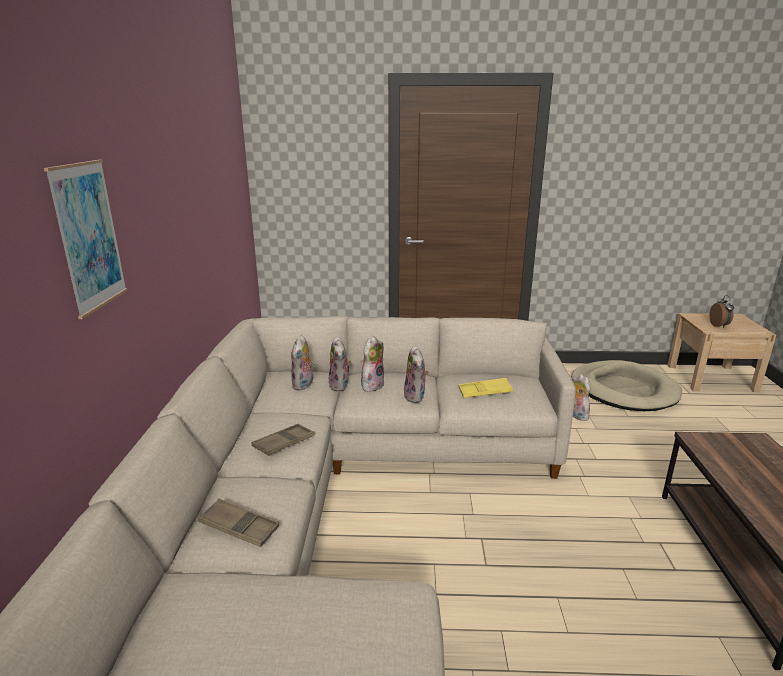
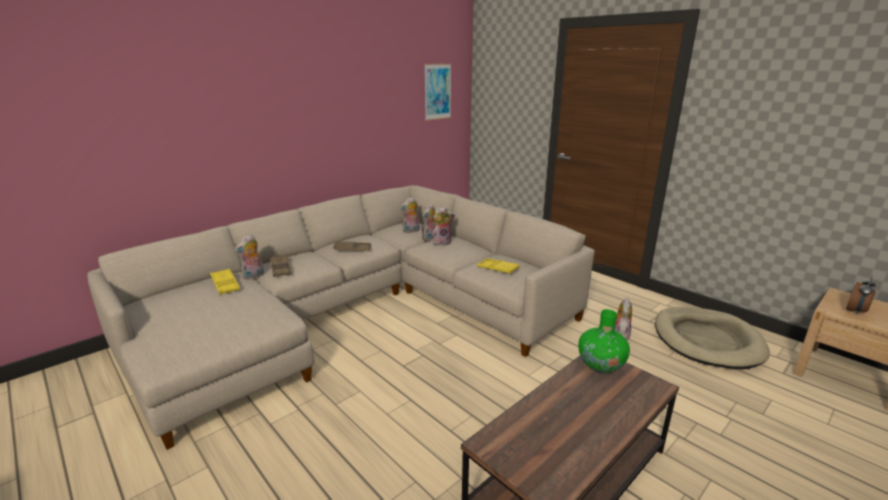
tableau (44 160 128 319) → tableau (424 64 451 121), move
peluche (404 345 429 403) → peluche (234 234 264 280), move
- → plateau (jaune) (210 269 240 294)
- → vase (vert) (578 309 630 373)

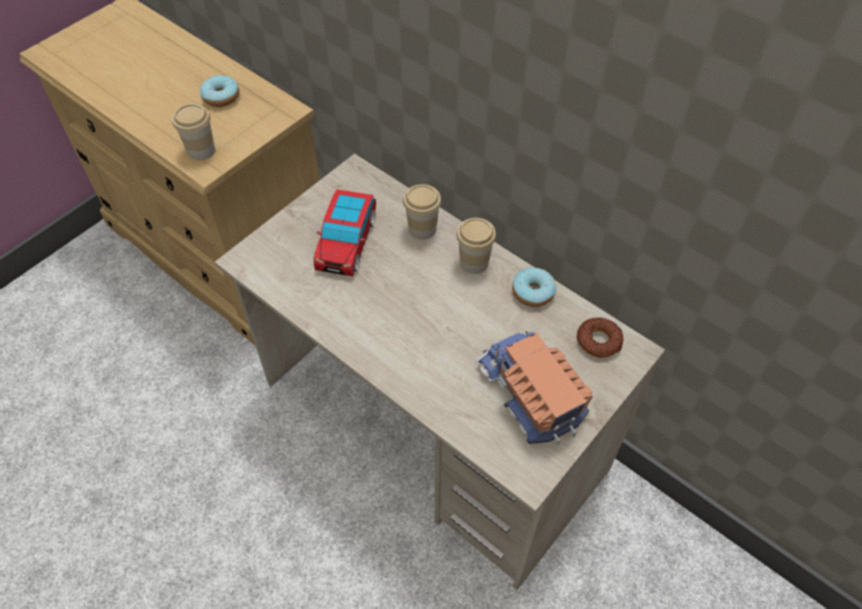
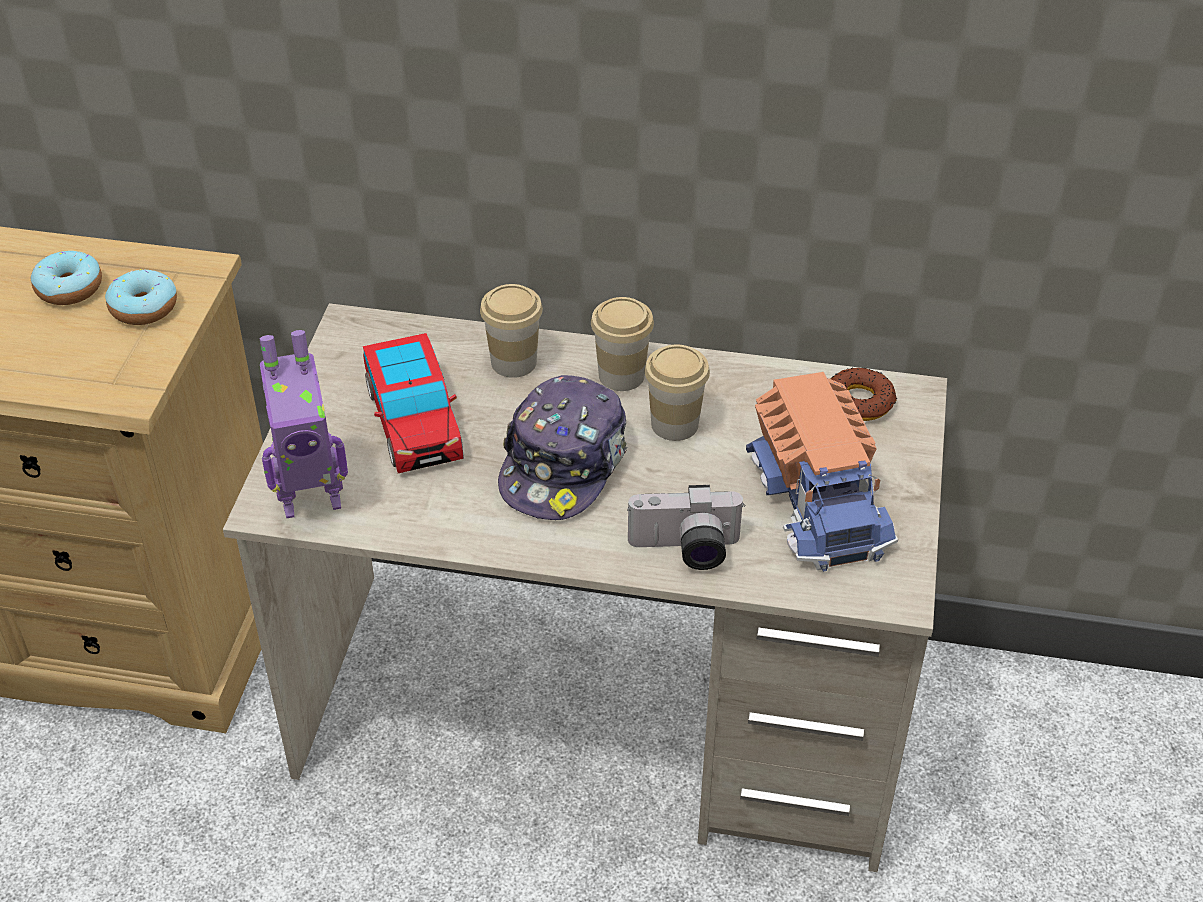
tasse (172 104 215 161) → tasse (645 344 710 441), move
beignet (512 268 556 307) → beignet (105 269 177 325), move
camion jouet (476 331 593 446) → camion jouet (746 372 898 572), 135 degrees counterclockwise
- → robot jouet (260 330 348 518)
- → casquette (498 375 627 520)
- → appareil photo (627 485 746 570)

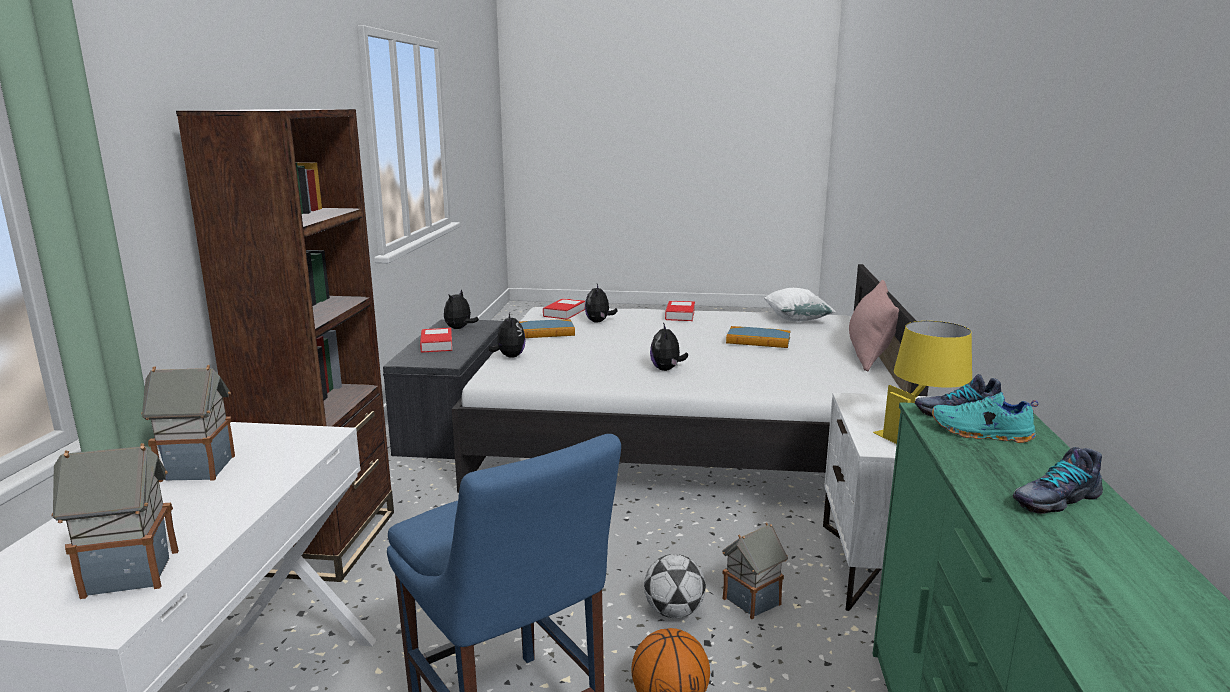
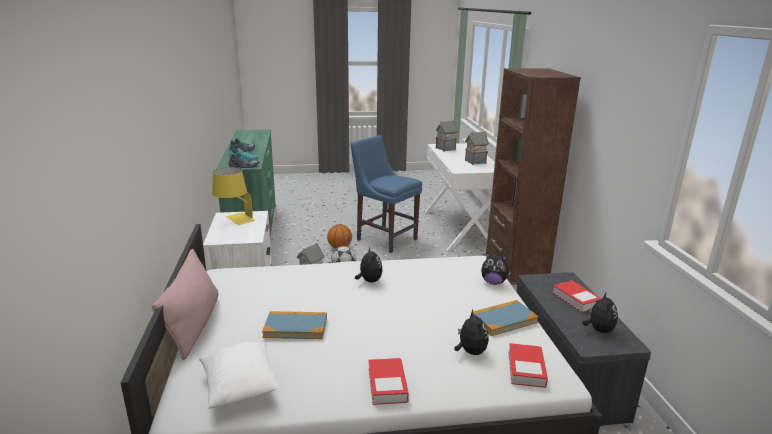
peluche (489 313 526 358) → peluche (481 252 511 285), 45 degrees counterclockwise

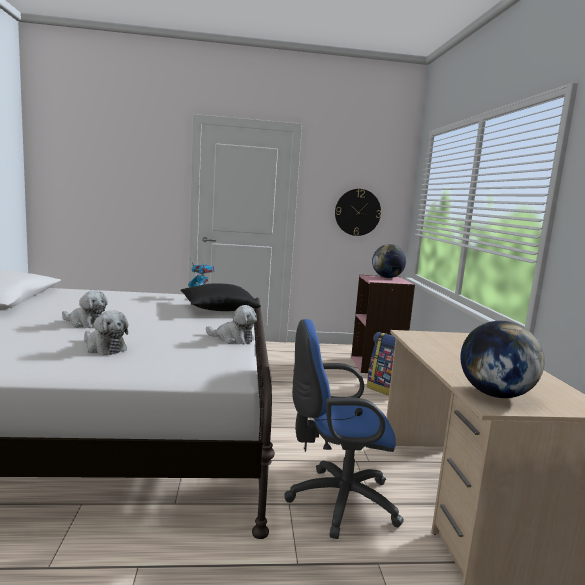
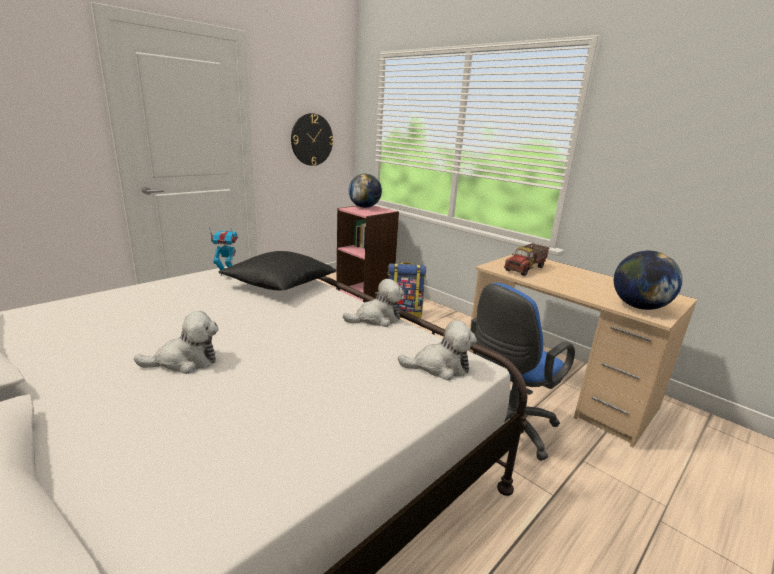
peluche (84 311 128 355) → peluche (398 320 477 380), move
- → camion jouet (504 243 550 276)

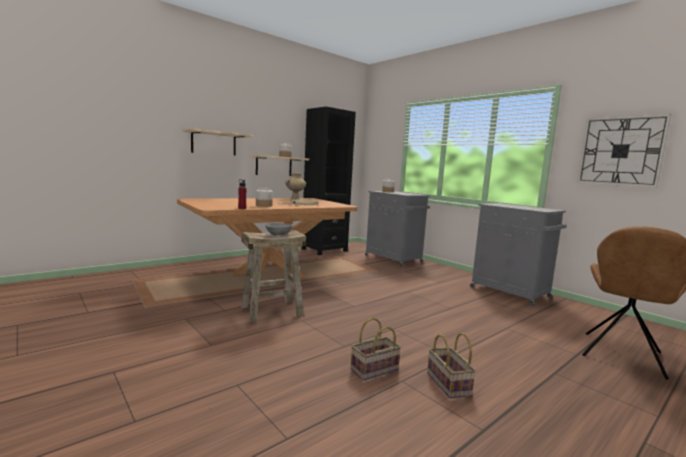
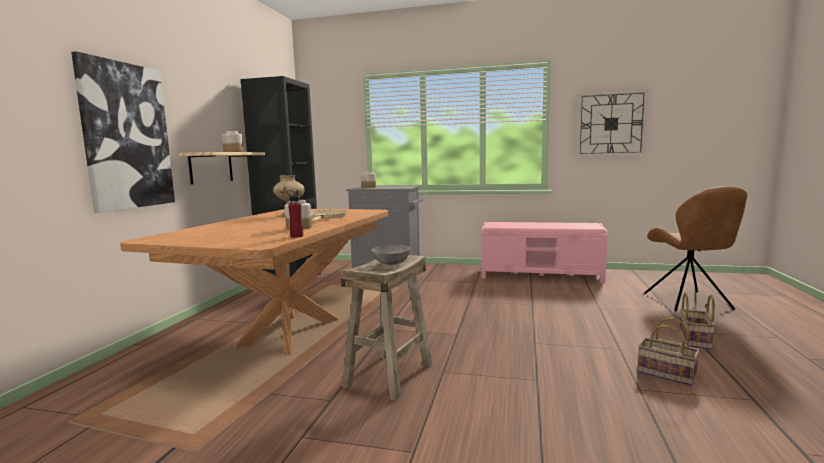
étagère (182 128 254 155) → tableau (71 51 175 213)
meuble de rangement (gris) (470 203 567 306) → banc (rose) (480 222 609 283)
panier (351 318 401 381) → panier (679 293 715 349), move

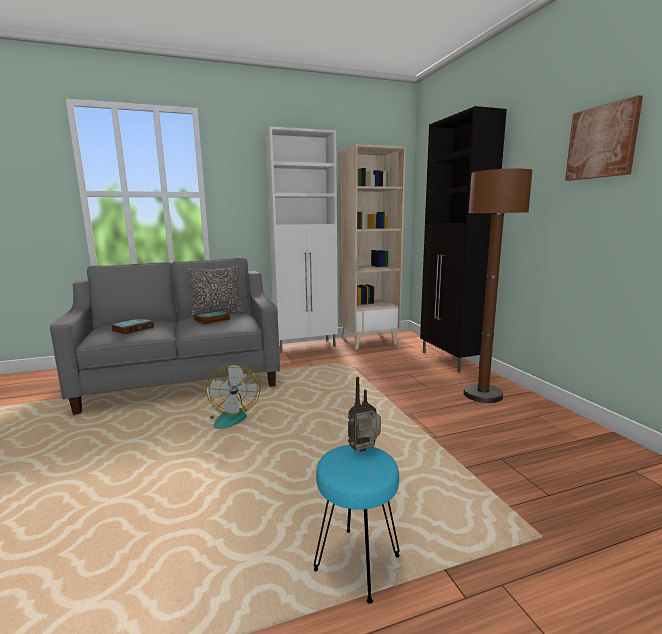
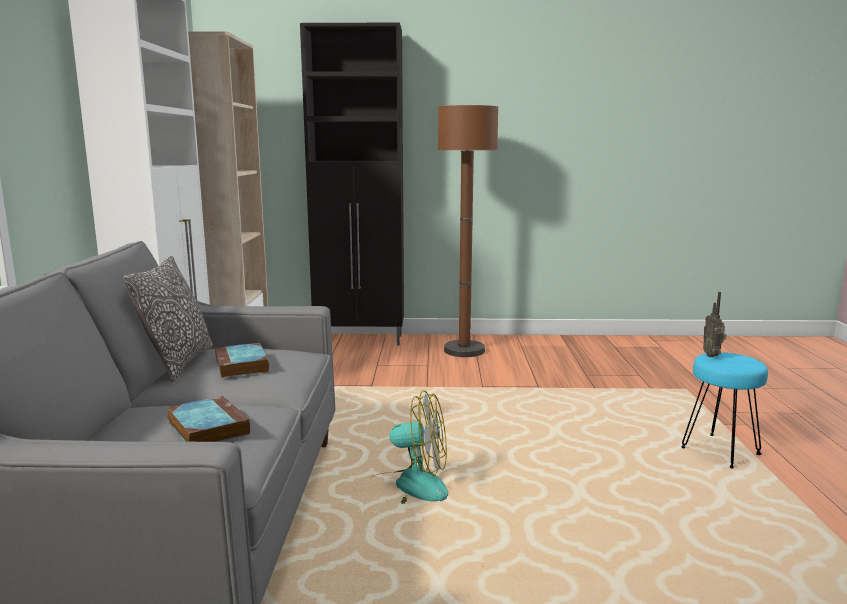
tableau (565 95 643 181) → -

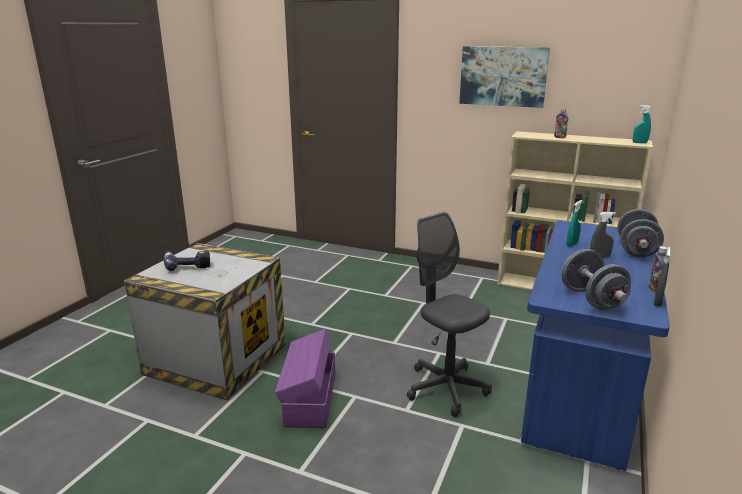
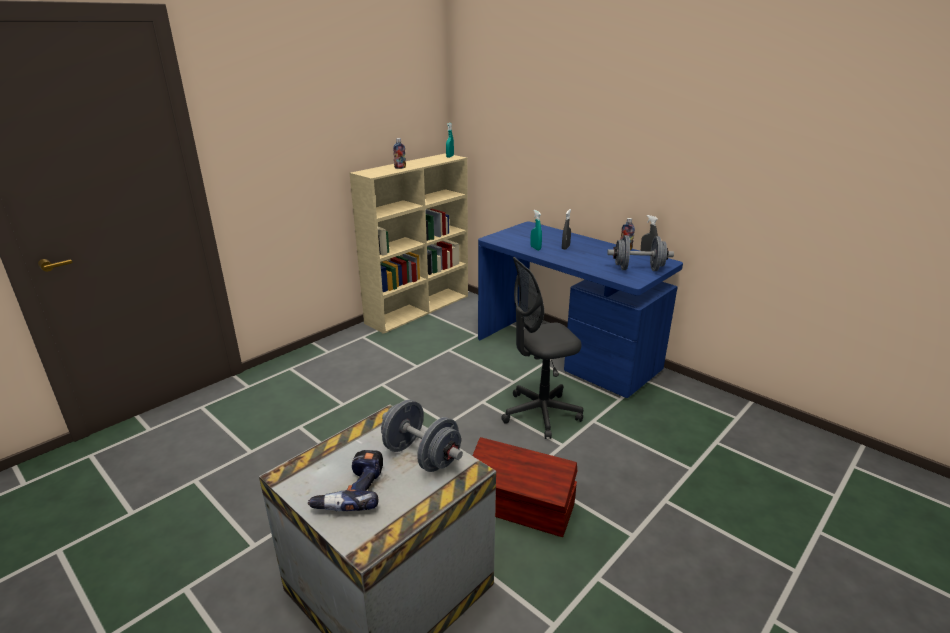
tableau (459 46 550 108) → -
haltère (gris) (617 209 664 257) → haltère (gris) (381 400 463 472), move
boîte de rangement (violet) (275 329 335 428) → boîte de rangement (marron) (472 437 578 537)

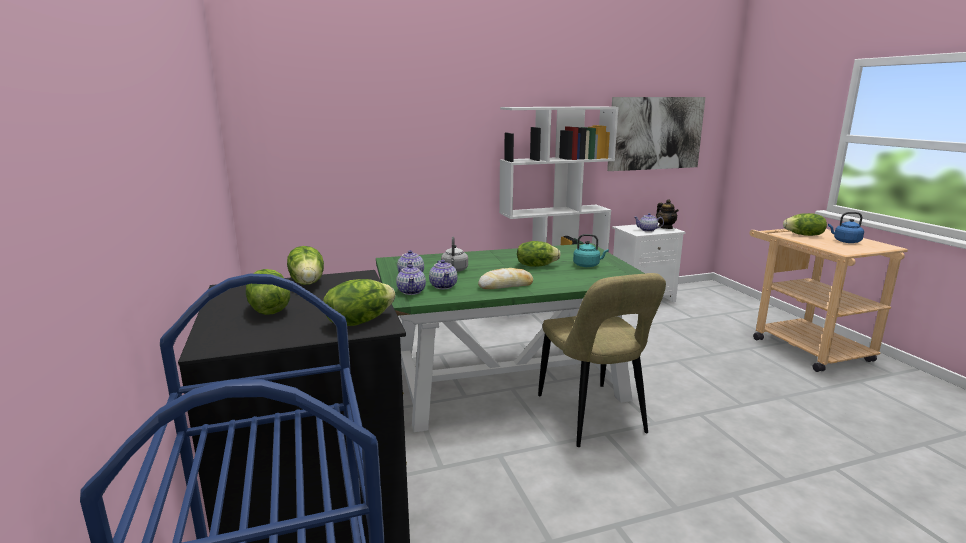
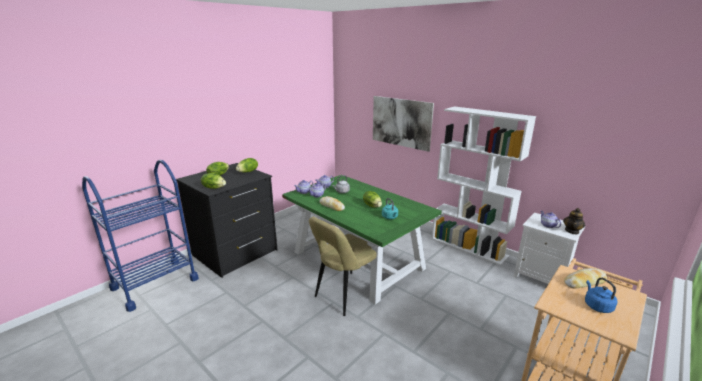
tableau (607 97 706 171) → tableau (373 96 434 152), move
laitue (783 213 827 236) → pain (564 268 607 289)

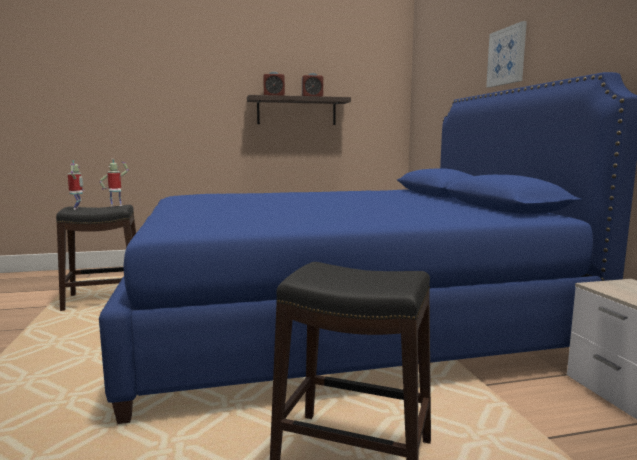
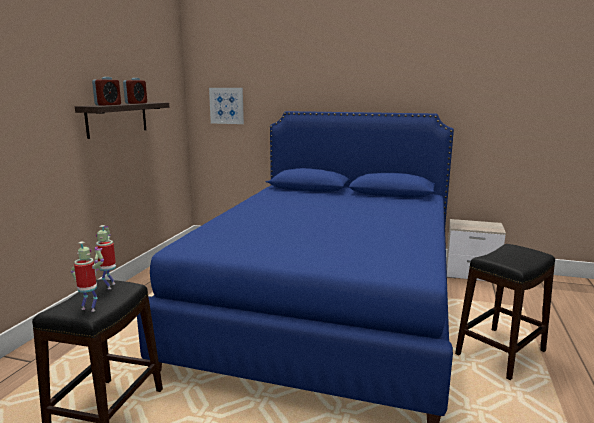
tableau (486 21 527 88) → tableau (209 88 244 124), move

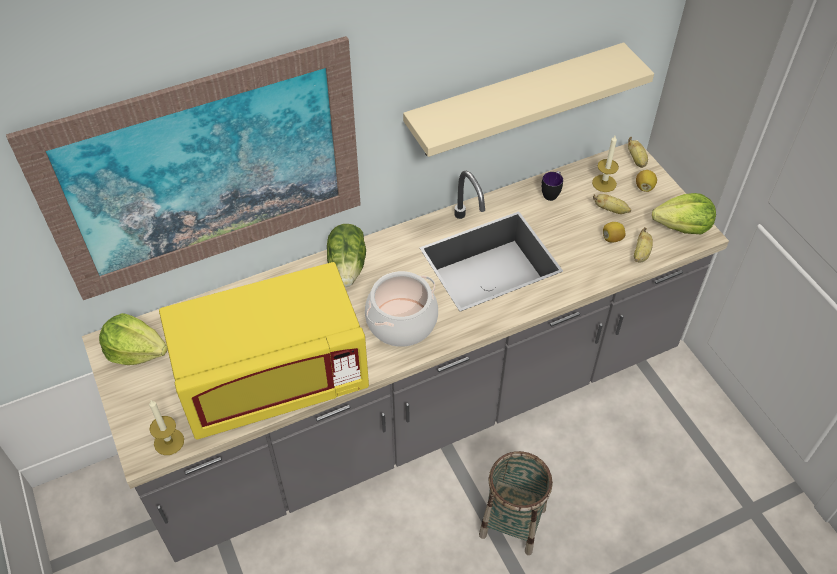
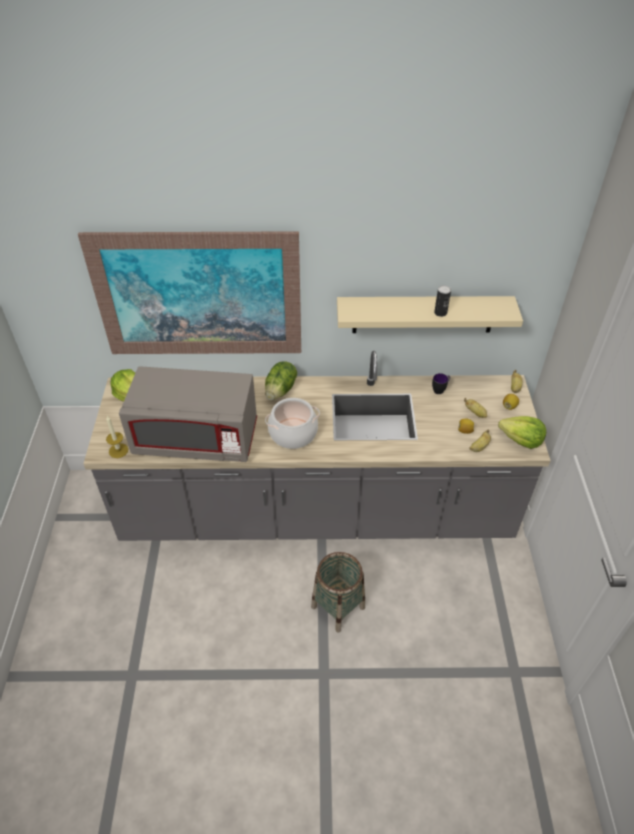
bougie (592 136 619 192) → -
micro-ondes (jaune) (159 262 369 440) → micro-ondes (gris) (119 366 257 462)
- → boîte métallique (434 285 451 317)

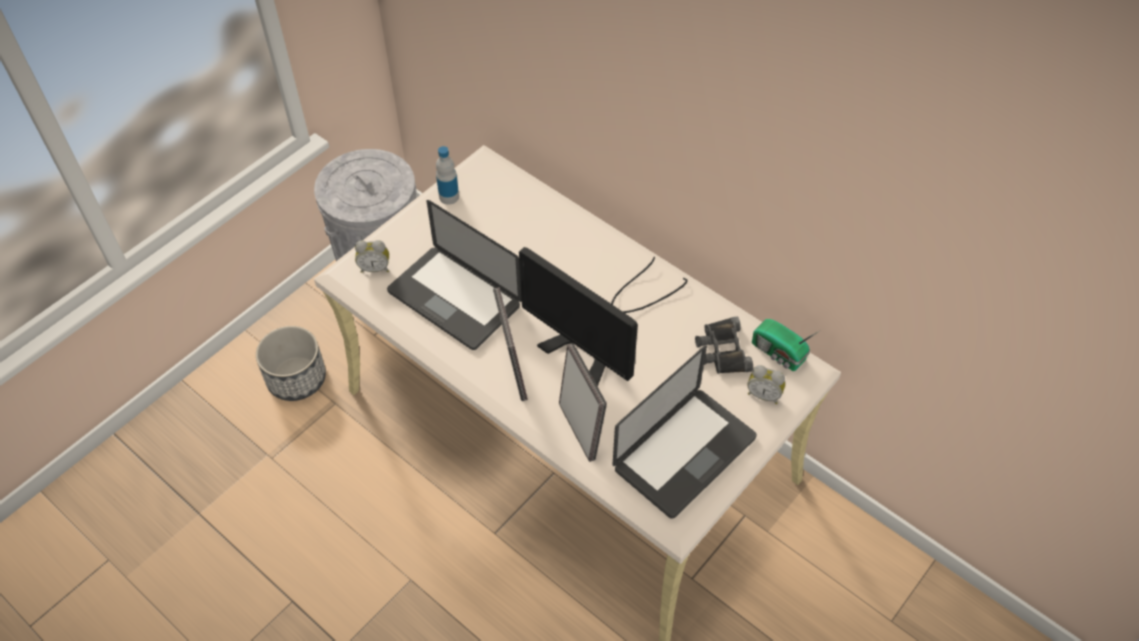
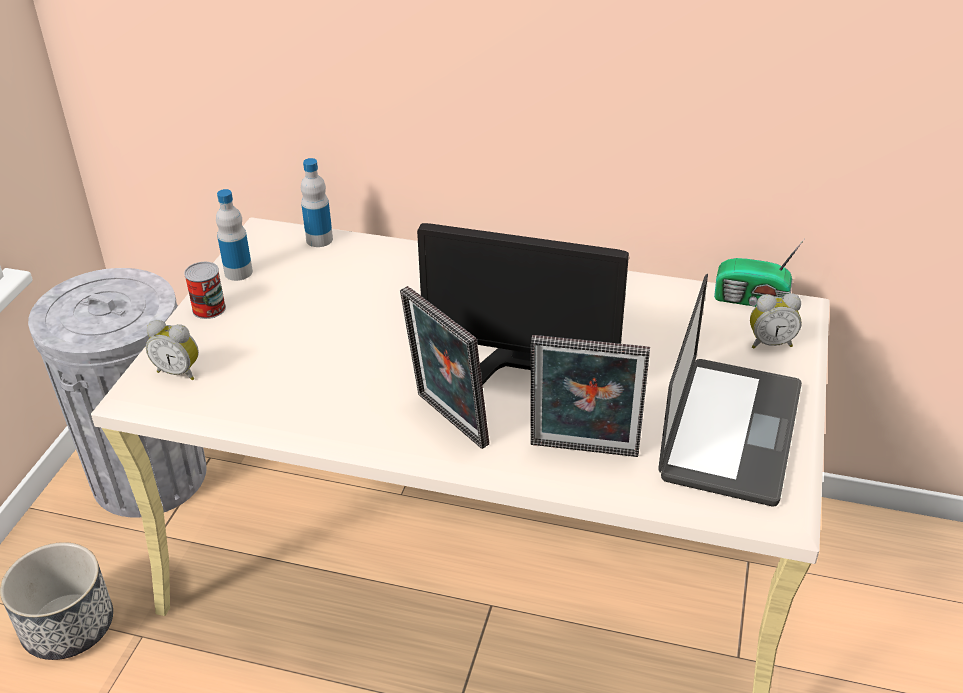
ordinateur portable (387 200 522 350) → -
réveil (355 240 389 273) → réveil (146 320 199 380), 45 degrees clockwise
jumelles (noir) (695 317 753 374) → -
cadre photo (559 344 607 462) → cadre photo (530 335 650 457), 150 degrees clockwise
- → bouteille (301 158 333 247)
- → boîte métallique (184 262 226 319)

